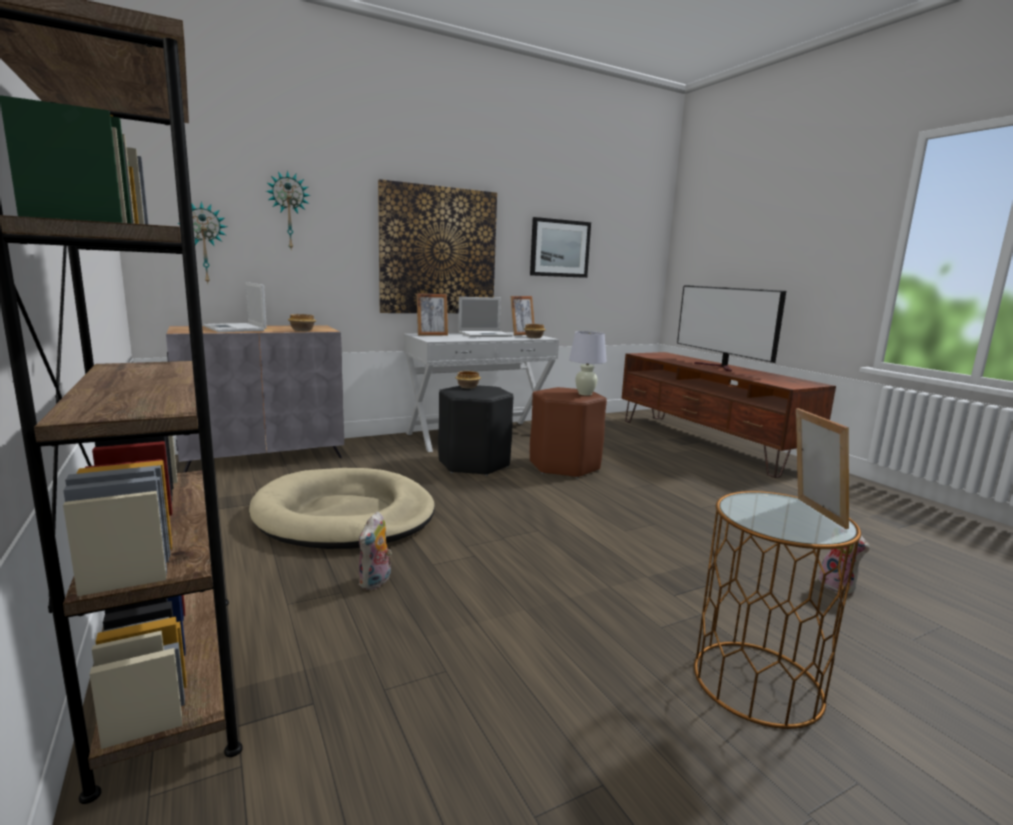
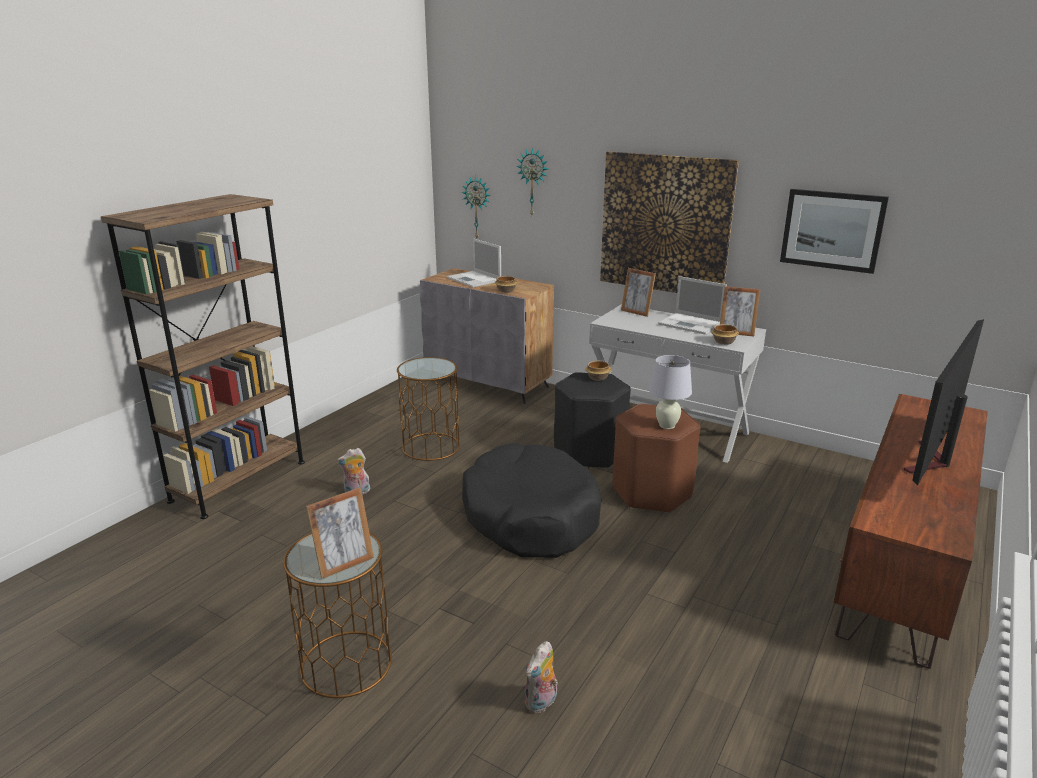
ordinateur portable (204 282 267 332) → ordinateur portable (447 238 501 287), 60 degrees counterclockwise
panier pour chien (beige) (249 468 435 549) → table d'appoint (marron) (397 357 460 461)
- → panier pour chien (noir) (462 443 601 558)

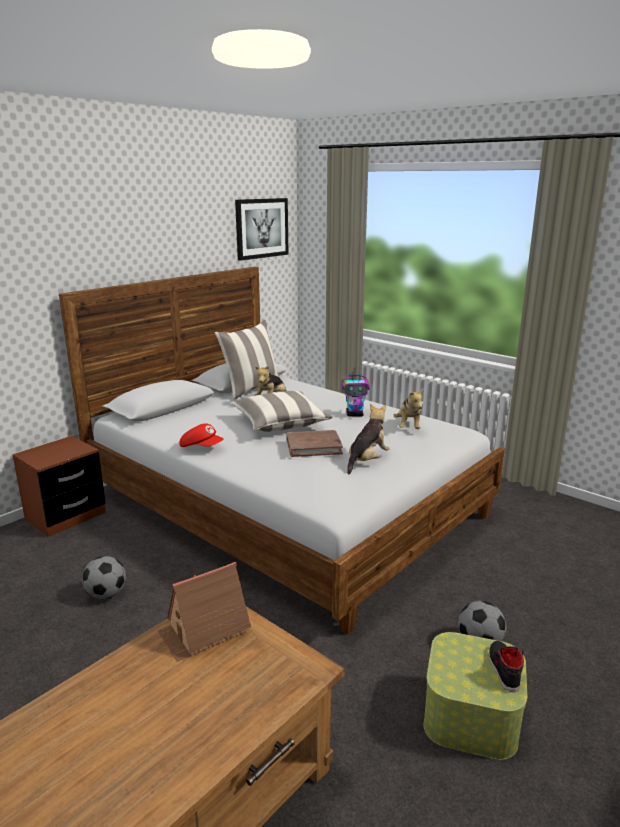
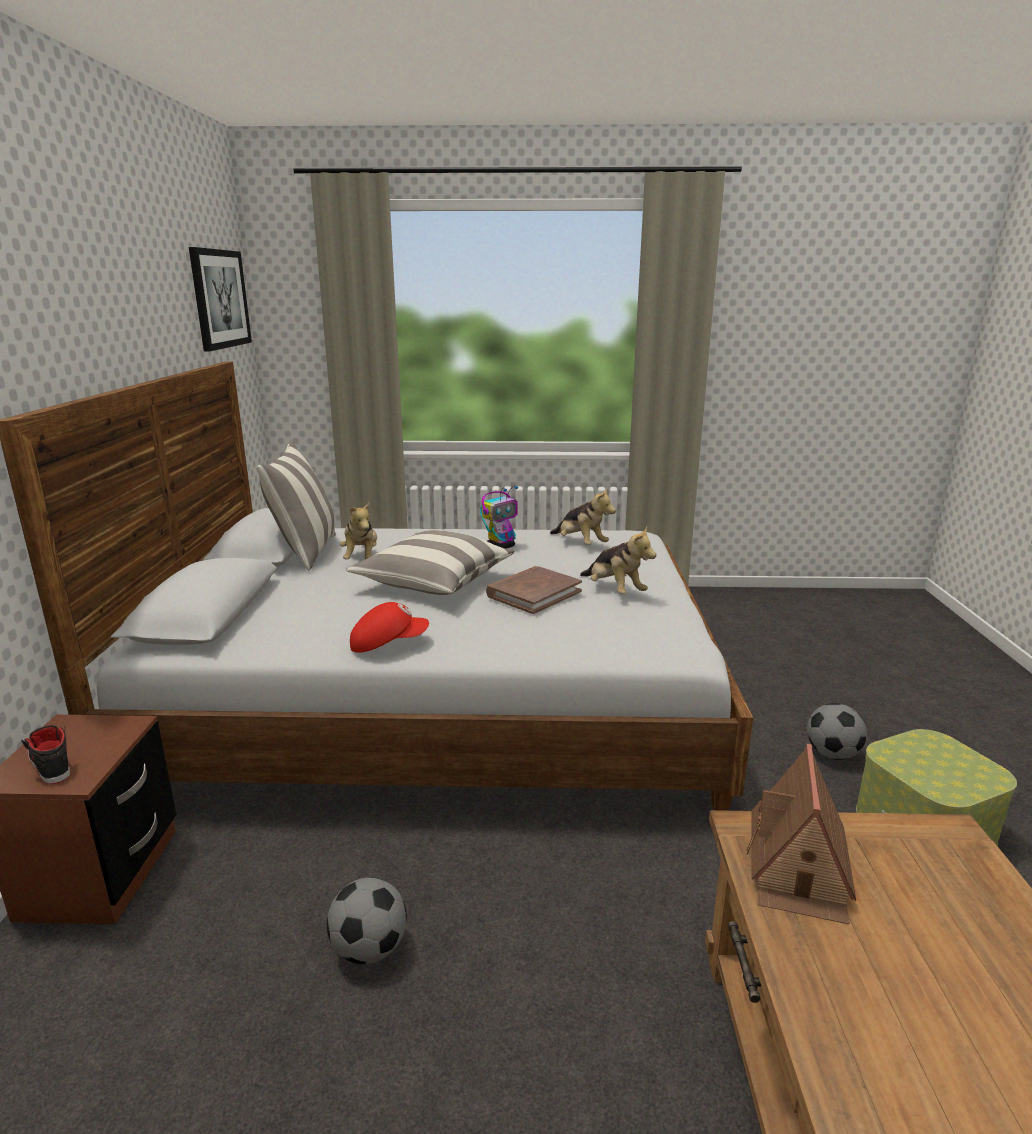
peluche (347 404 390 475) → peluche (580 527 656 594), 150 degrees clockwise
chaussure (noir) (489 641 524 692) → chaussure (noir) (21 725 70 784), move

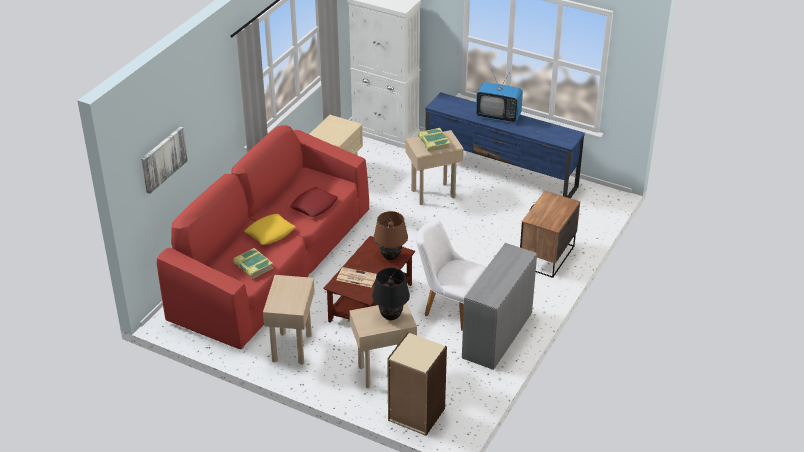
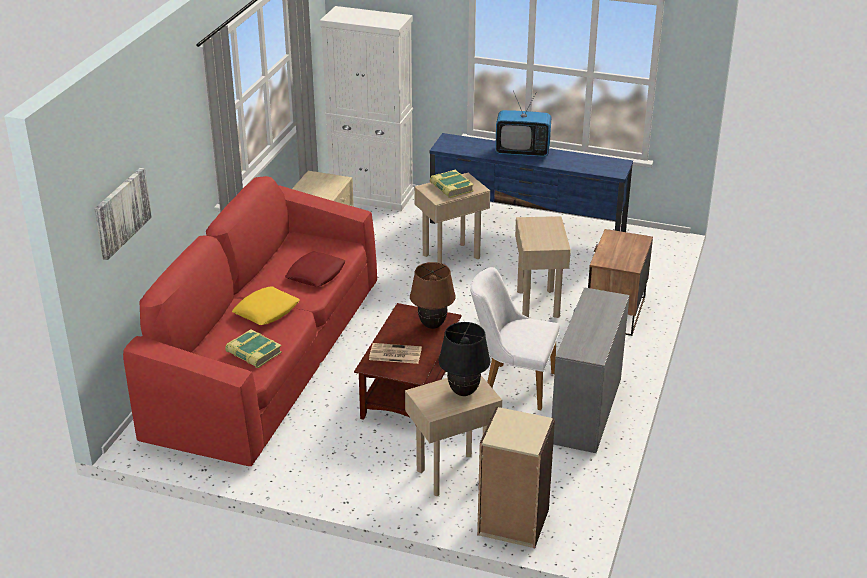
table d'appoint (beige) (263 275 315 365) → table d'appoint (beige) (515 216 571 318), move

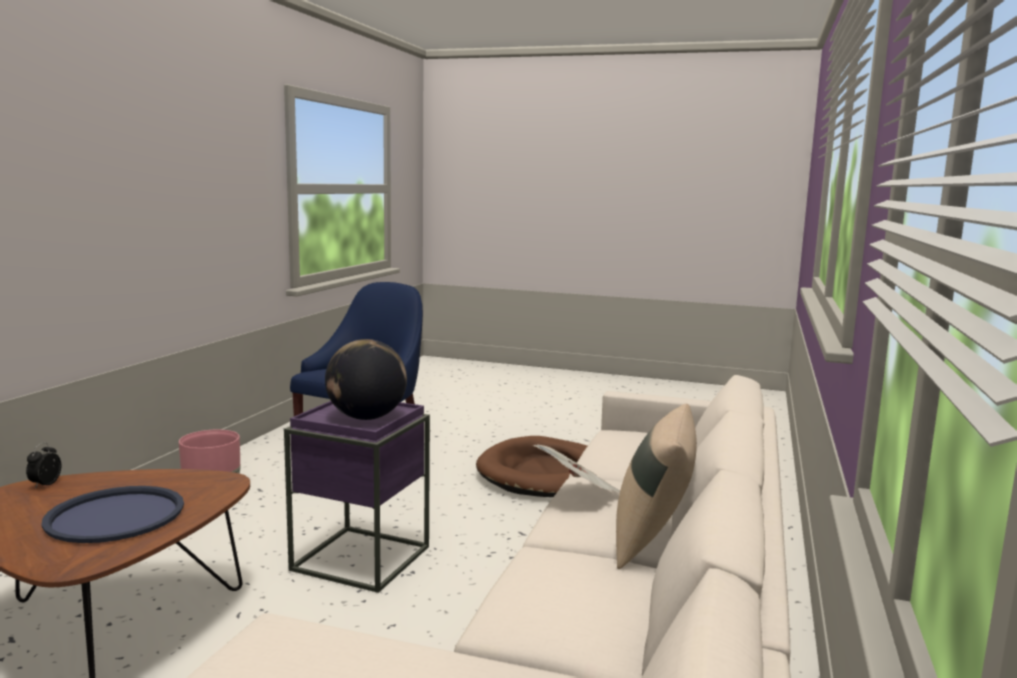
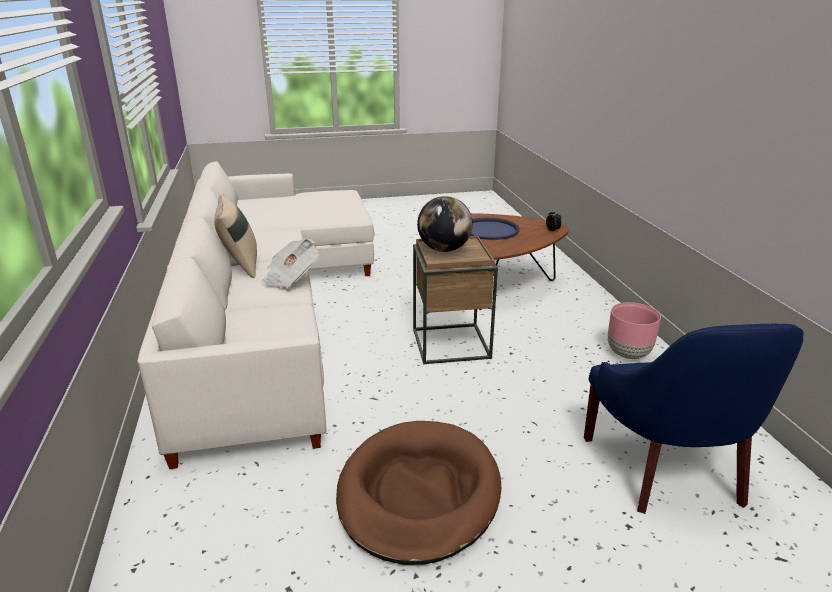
table d'appoint (violet) (284 401 430 593) → table d'appoint (marron) (413 236 498 364)

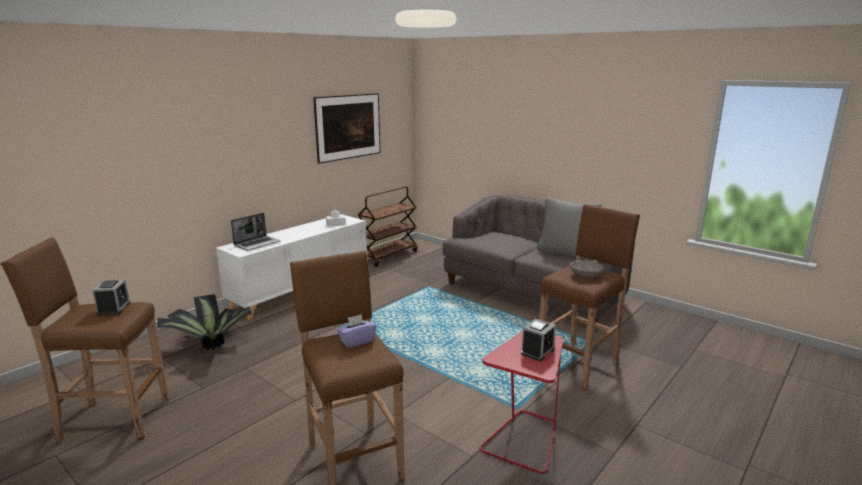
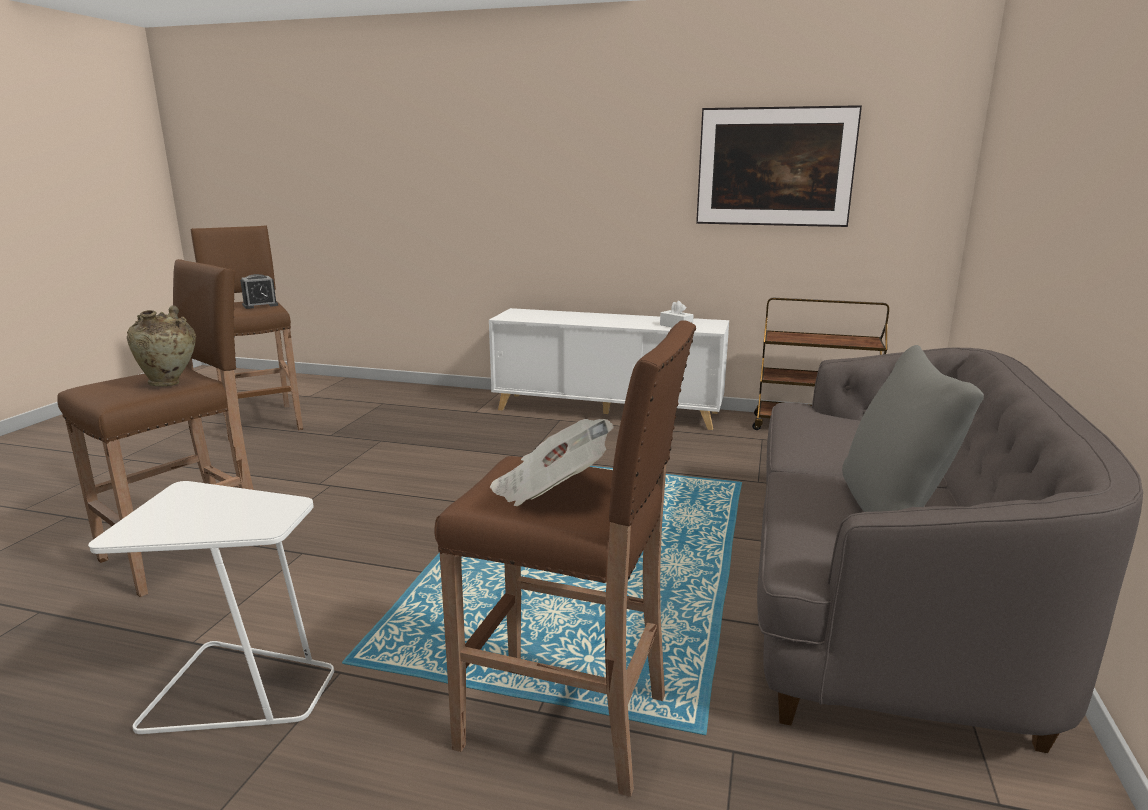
ordinateur portable (231 213 281 251) → -
bol (gris) (570 260 604 278) → journal (490 419 614 506)
plante en pot (157 294 252 350) → -
boîte à mouchoirs (violet) (337 314 376 348) → vase (beige) (127 306 196 386)
réveil (521 319 556 361) → -
table d'appoint (rouge) (480 331 563 474) → table d'appoint (blanc) (88 481 334 734)

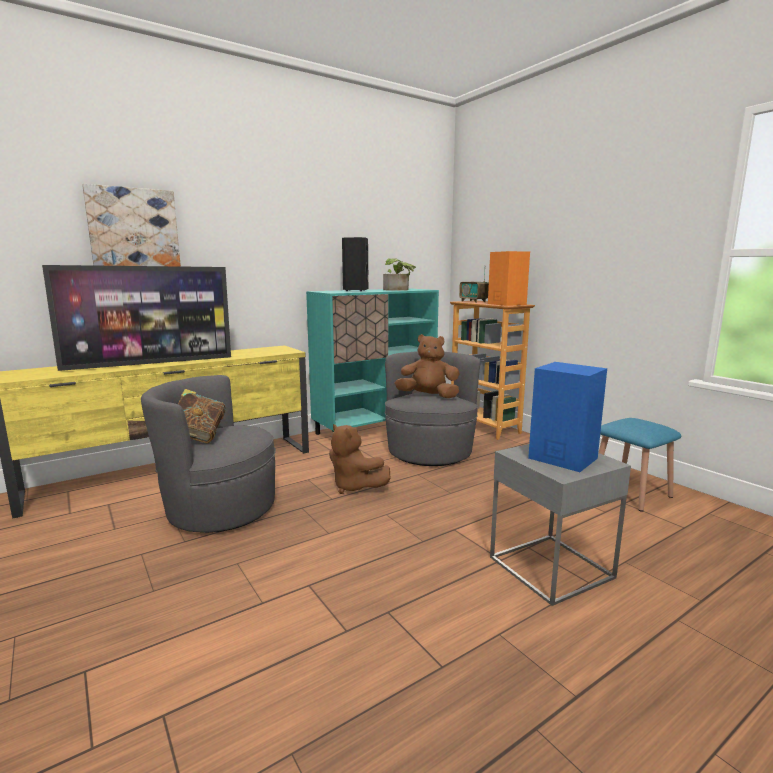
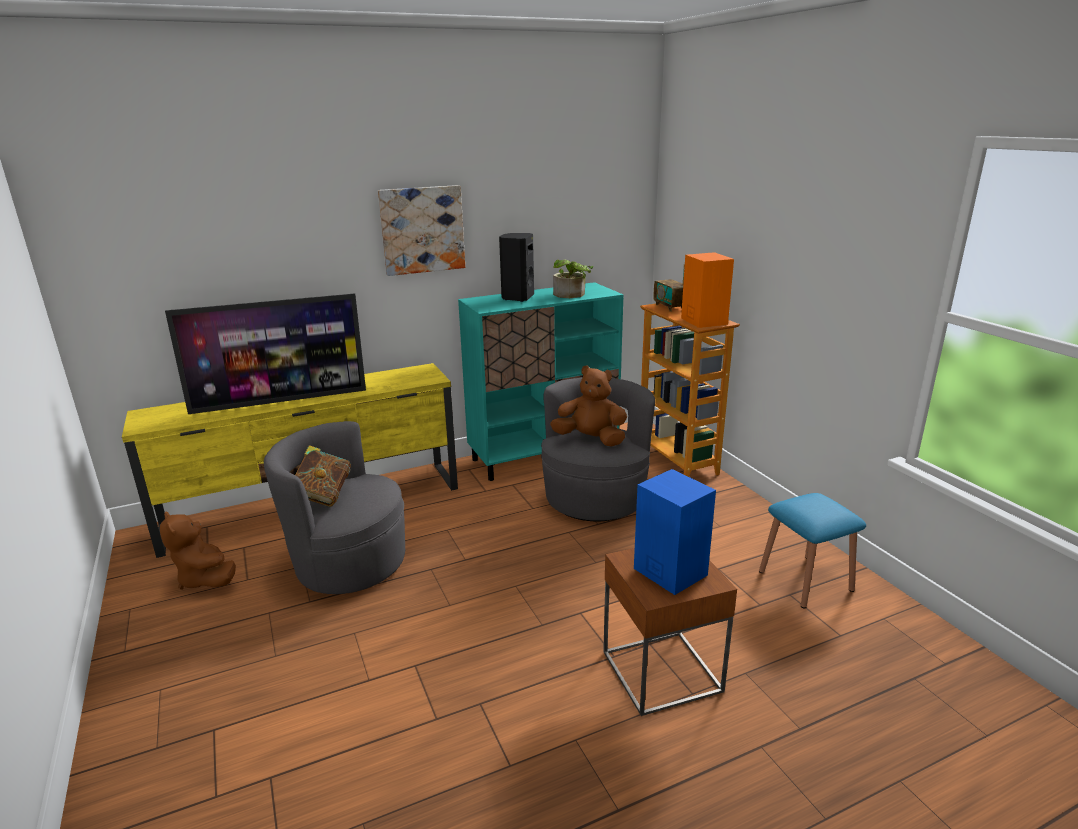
tableau (82 184 181 267) → tableau (378 185 465 276), move
peluche (marron) (329 424 390 494) → peluche (marron) (160 511 236 590), move
table d'appoint (gris) (490 444 631 606) → table d'appoint (marron) (603 548 737 716)

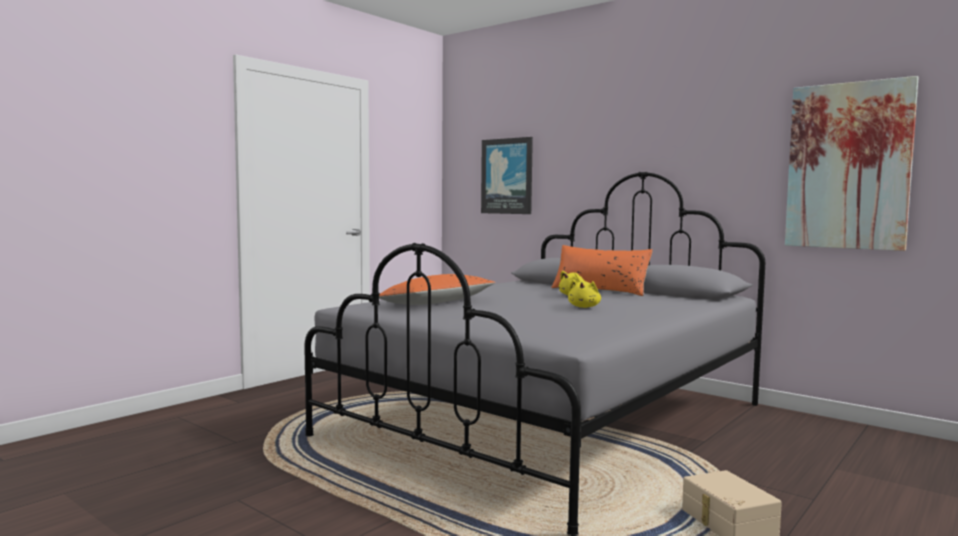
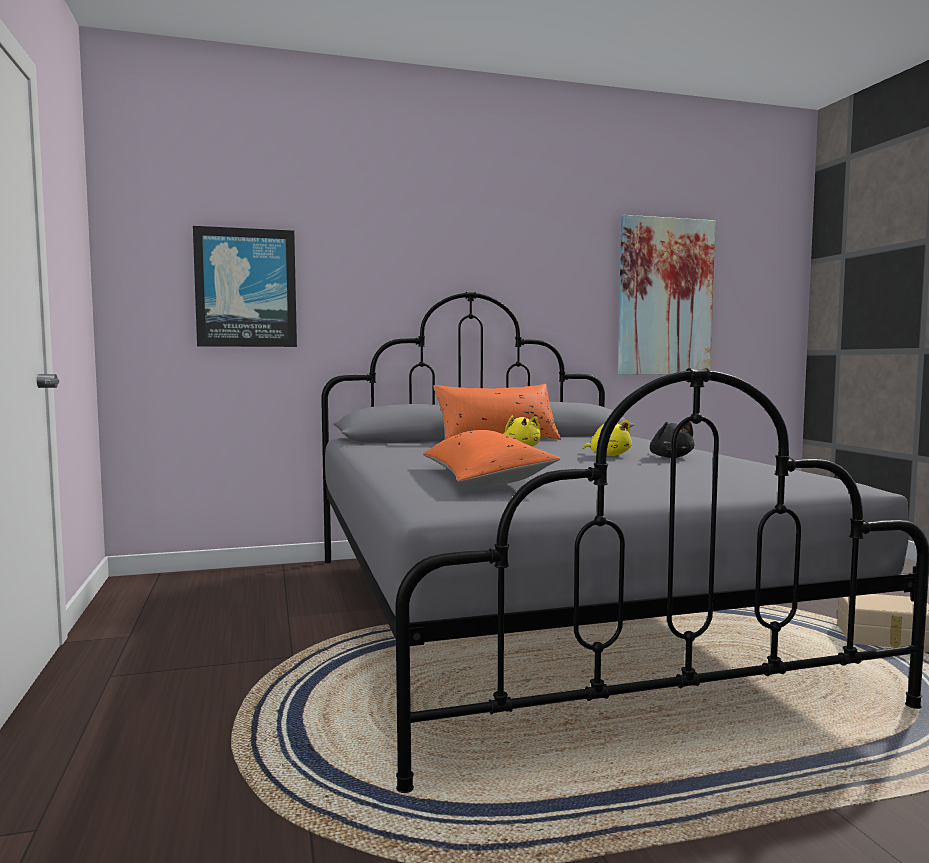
- → peluche (noir) (650 422 694 458)

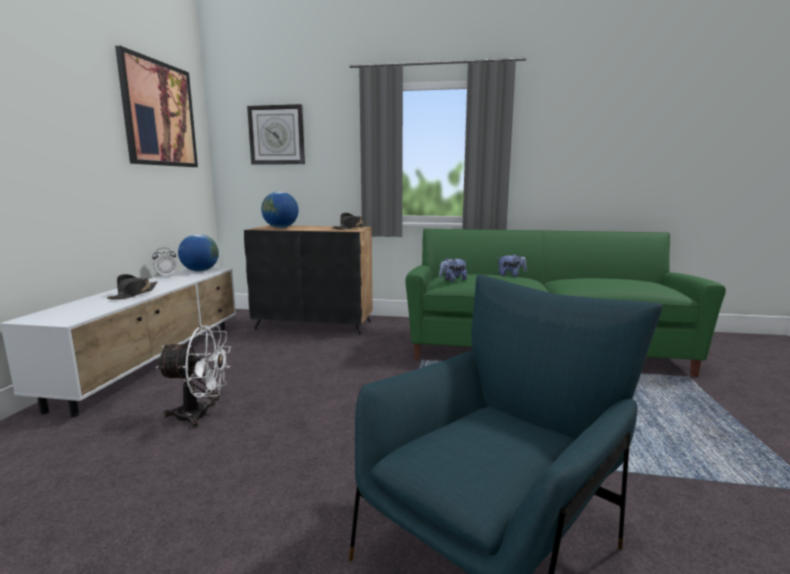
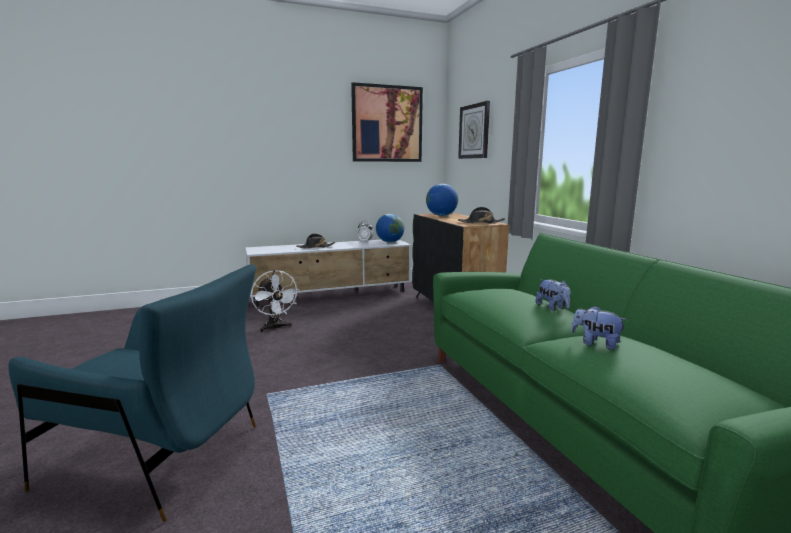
peluche (439 258 467 282) → peluche (571 306 627 350), move

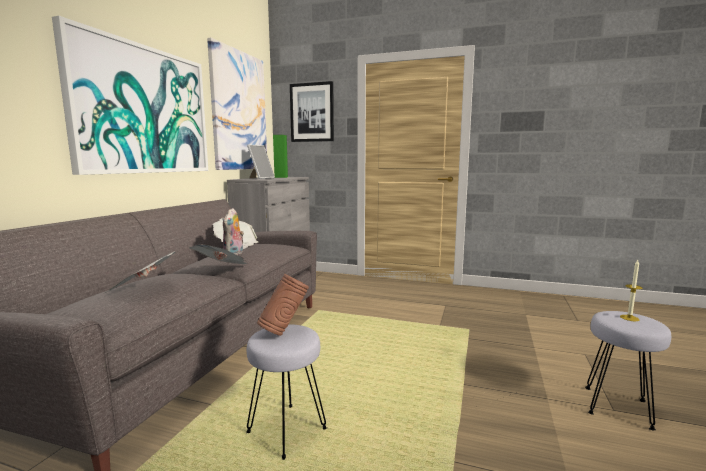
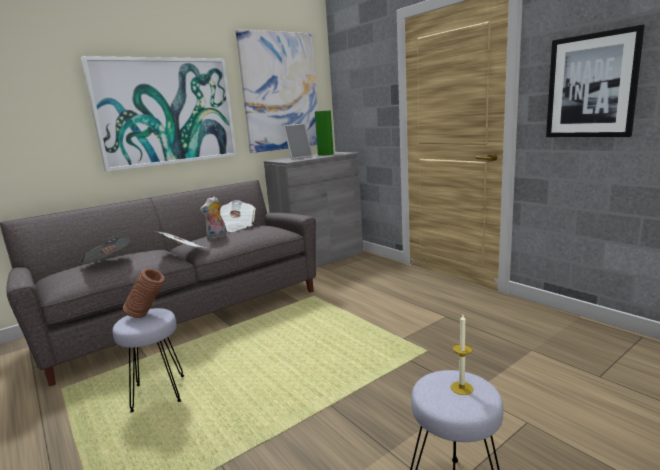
tableau (290 81 334 142) → tableau (546 25 645 137), move

